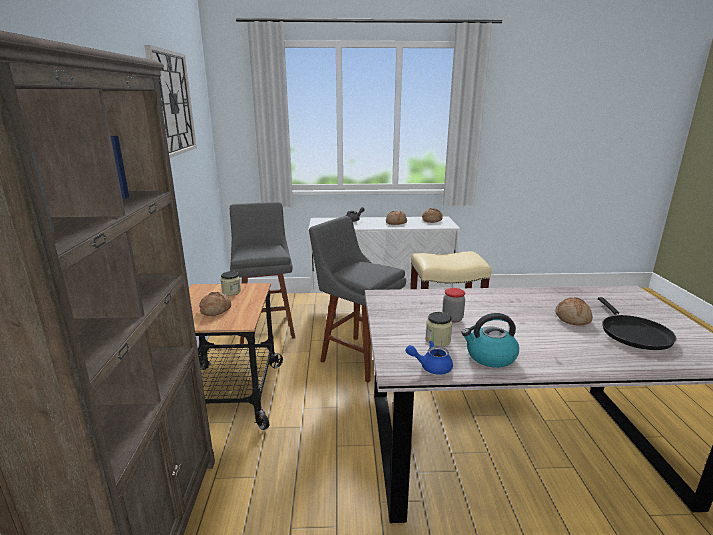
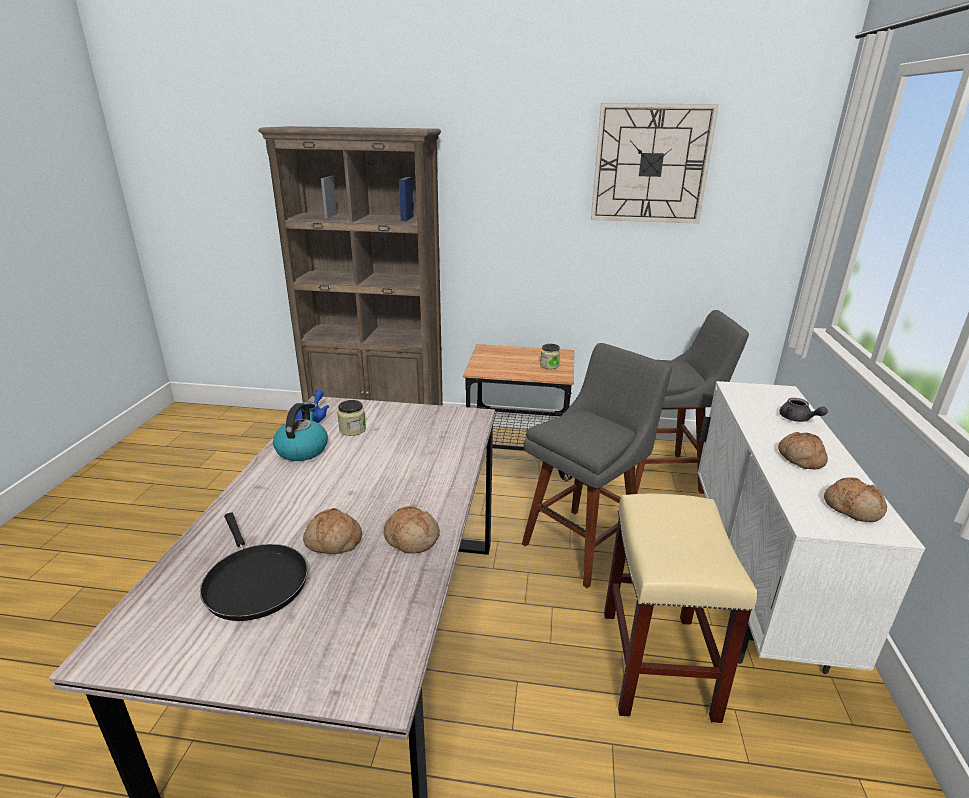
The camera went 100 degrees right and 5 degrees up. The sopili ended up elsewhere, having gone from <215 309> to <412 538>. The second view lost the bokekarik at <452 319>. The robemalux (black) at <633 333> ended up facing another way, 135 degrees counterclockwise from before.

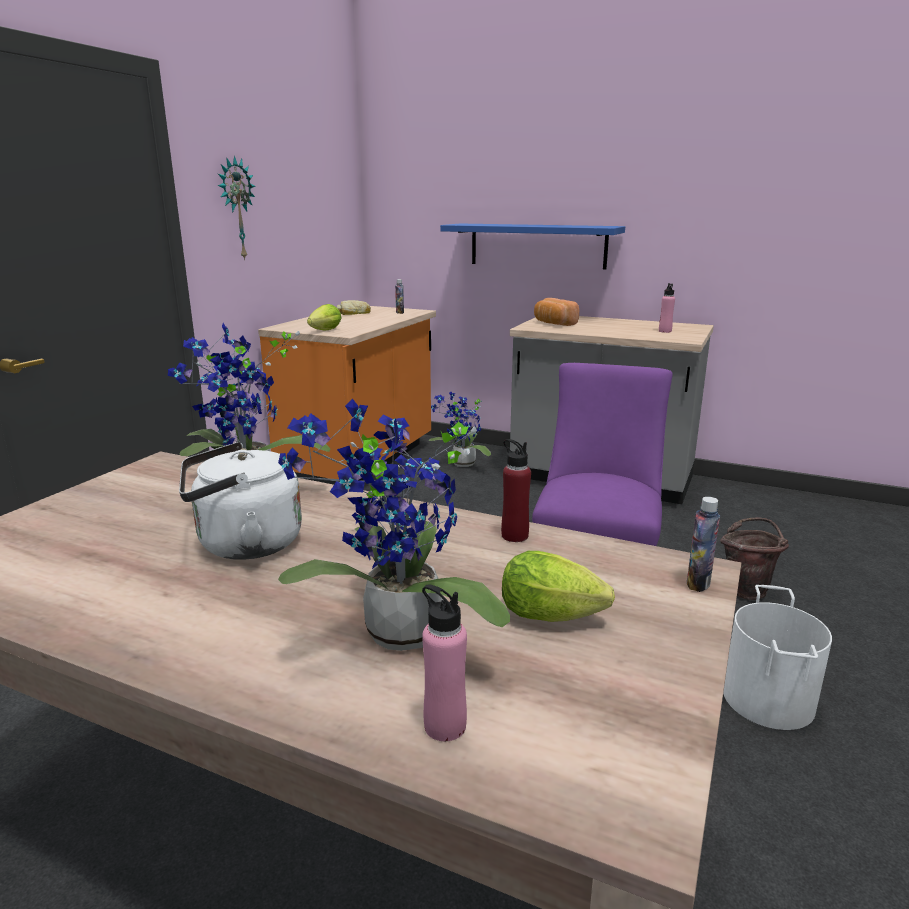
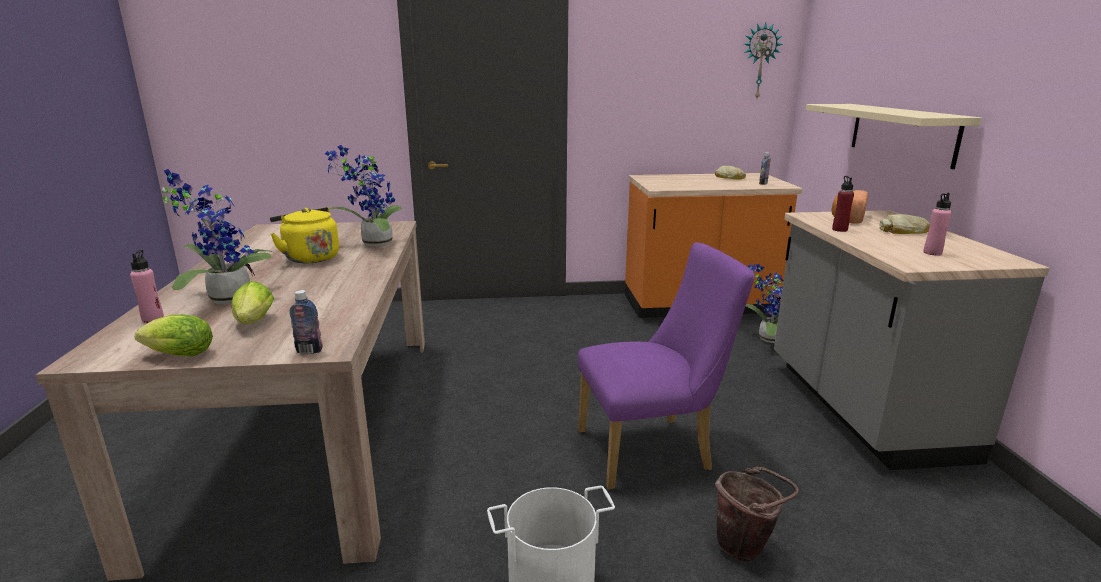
The camera went 60 degrees right and 0 degrees up. What was the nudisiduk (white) at <243 545> turned into the nudisiduk (yellow) at <310 258>. The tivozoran ended up elsewhere, having gone from <236 209> to <759 61>. The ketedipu ended up elsewhere, having gone from <323 331> to <176 355>. What was the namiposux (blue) at <537 245> turned into the namiposux (beige) at <902 133>. The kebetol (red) ended up elsewhere, having gone from <514 535> to <839 229>. The second view gained the sopili at <903 231>.

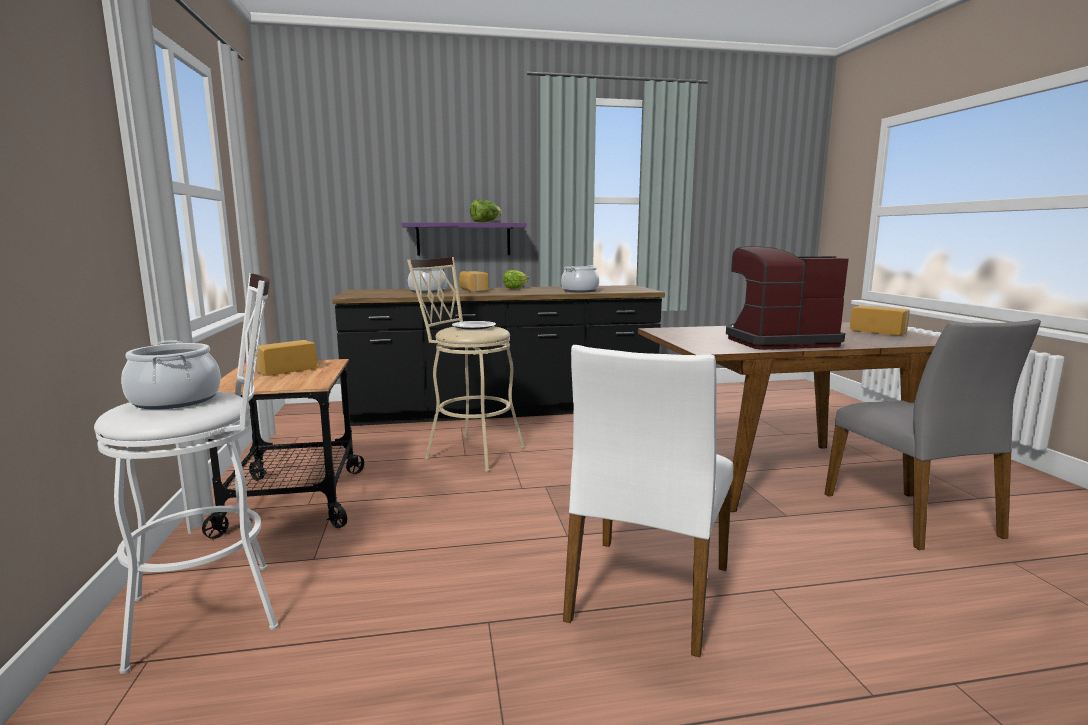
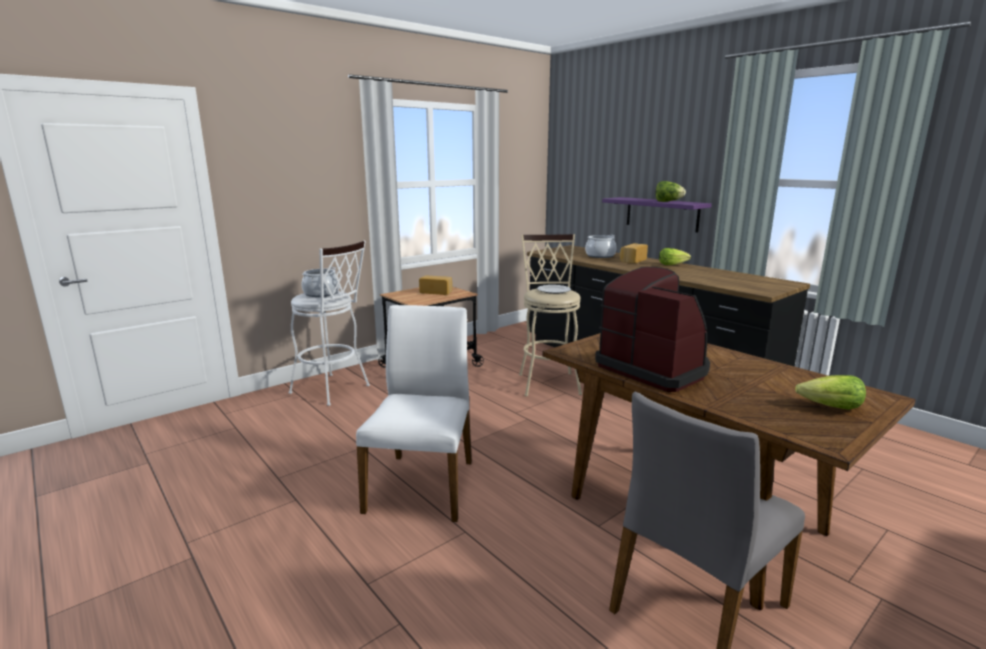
The camera went 60 degrees right and 5 degrees up. The second view lost the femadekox at <579 291>. The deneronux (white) at <647 593> ended up facing another way, 105 degrees clockwise from before. Where the sopili stood at <878 331>, the ketedipu came to stand at <830 407>.

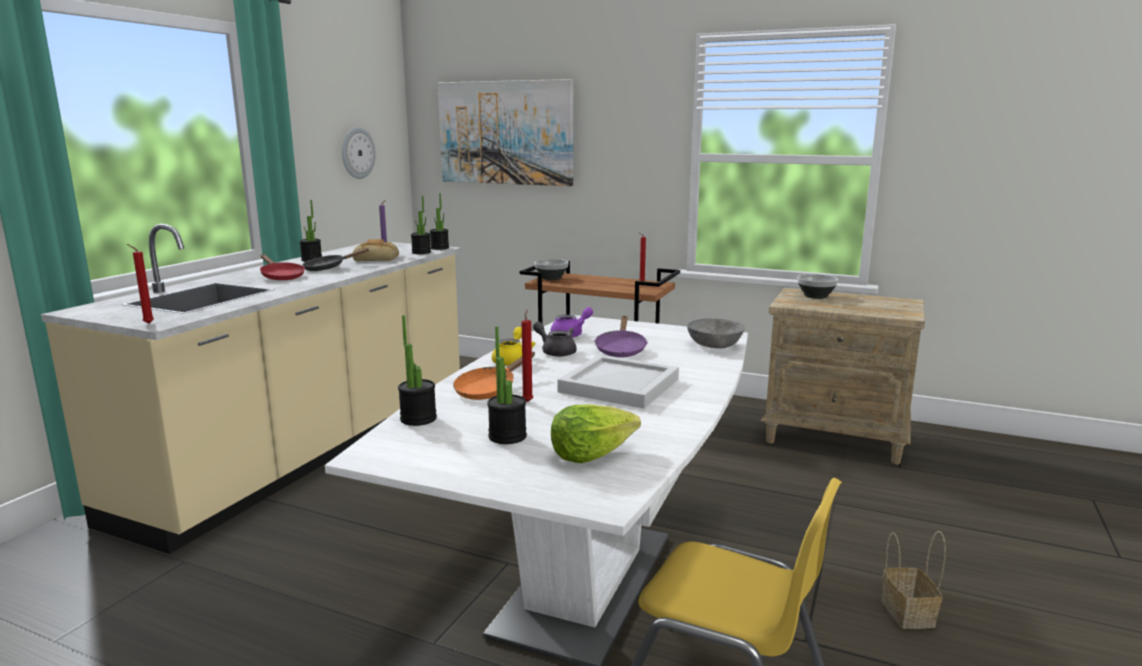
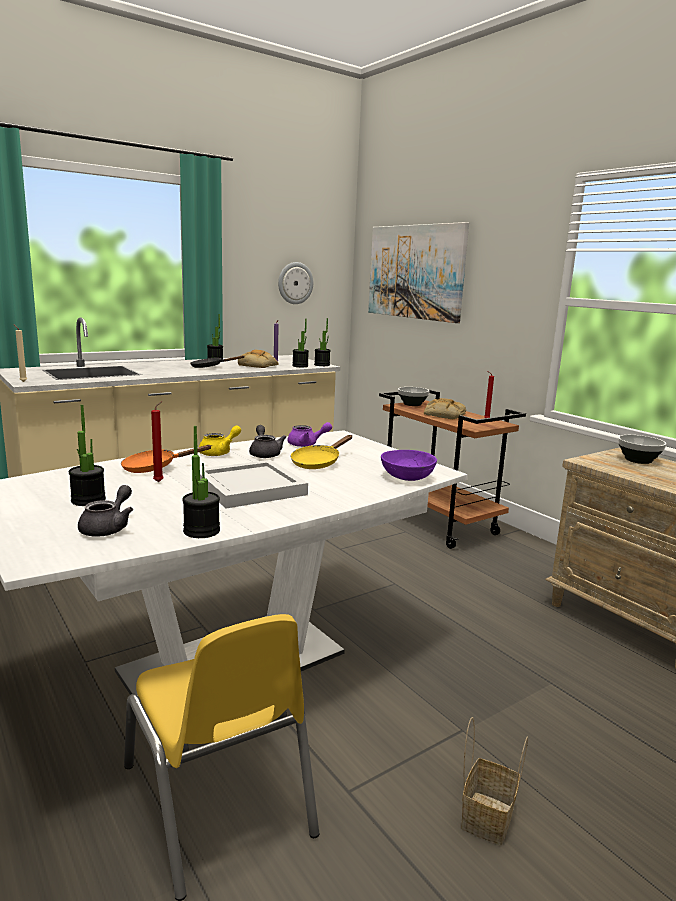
The camera went 30 degrees right and 0 degrees up. What was the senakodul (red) at <147 323> turned into the senakodul (beige) at <22 382>. The second view lost the robemalux (red) at <281 276>. The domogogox ended up elsewhere, having gone from <418 419> to <201 531>. Where the ketedipu stood at <591 454>, the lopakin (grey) came to stand at <108 528>. What was the robemalux (purple) at <620 349> turned into the robemalux (yellow) at <318 463>. What was the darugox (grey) at <714 345> turned into the darugox (purple) at <407 476>. The second view gained the sopili at <443 415>.

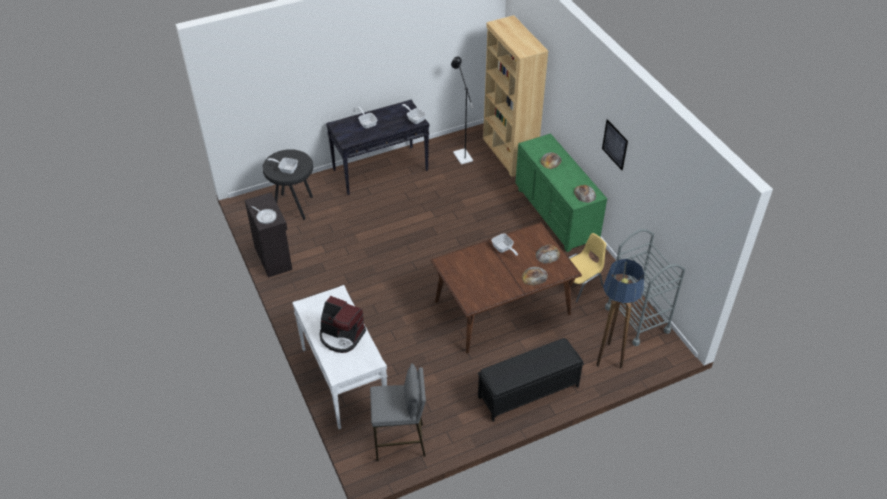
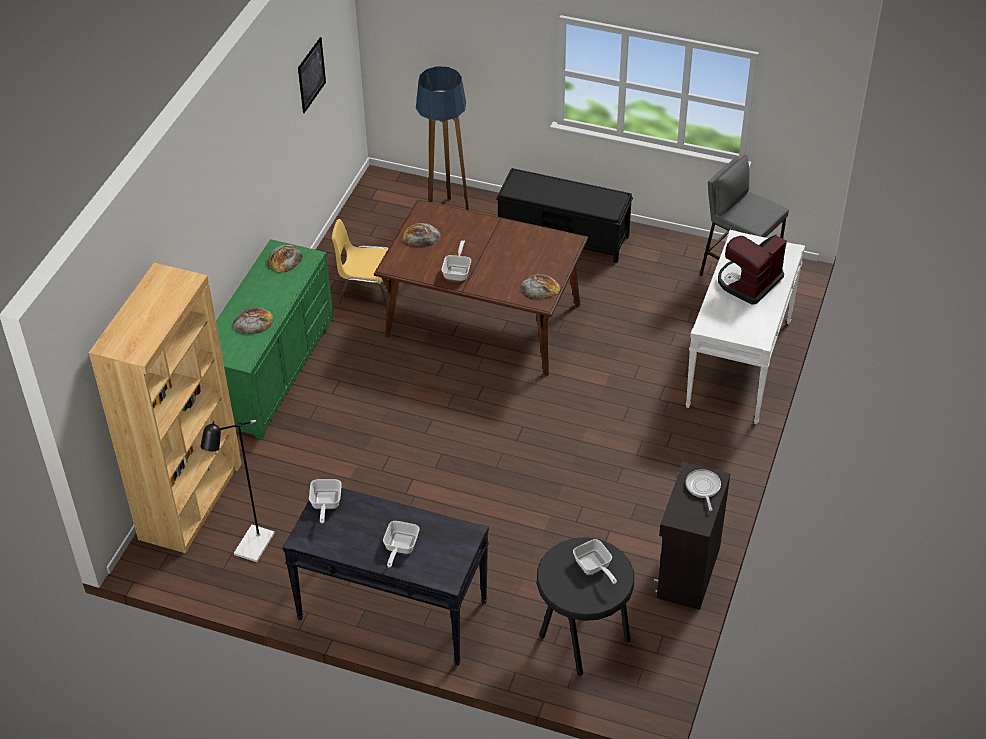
The camera went 135 degrees left and 0 degrees up. The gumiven at <341 336> ended up facing another way, 120 degrees counterclockwise from before. The sopili ended up elsewhere, having gone from <534 276> to <540 287>. The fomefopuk ended up elsewhere, having gone from <615 144> to <311 75>. The second view lost the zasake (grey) at <637 319>.

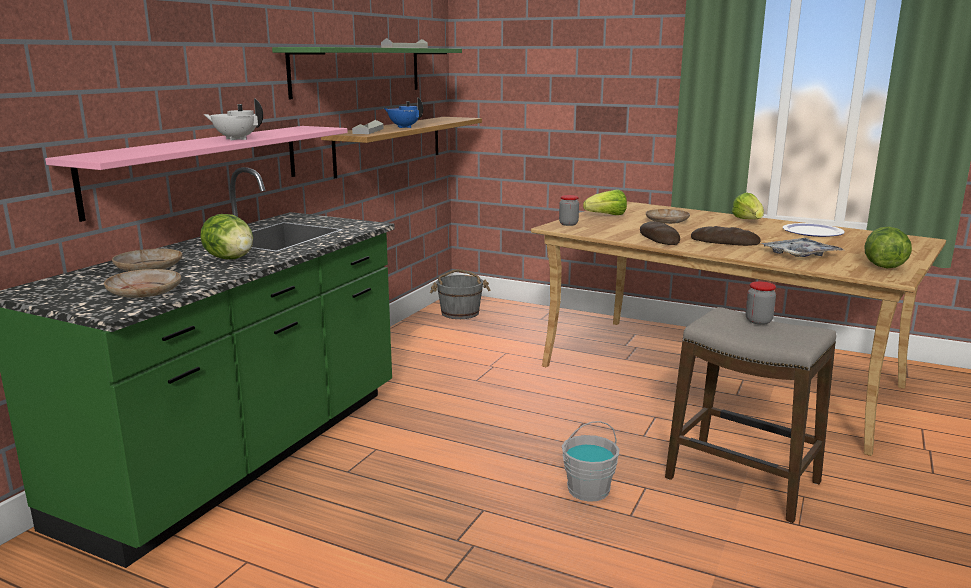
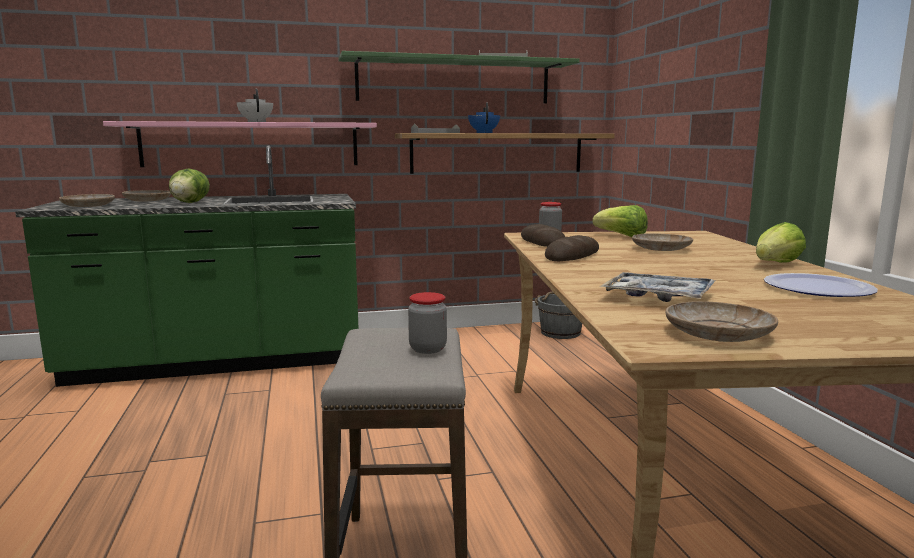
The camera went 50 degrees right and 5 degrees down. The second view lost the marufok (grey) at <588 489>. The sopili ended up elsewhere, having gone from <724 242> to <542 242>. Where the ketedipu stood at <883 266>, the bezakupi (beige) came to stand at <717 334>.

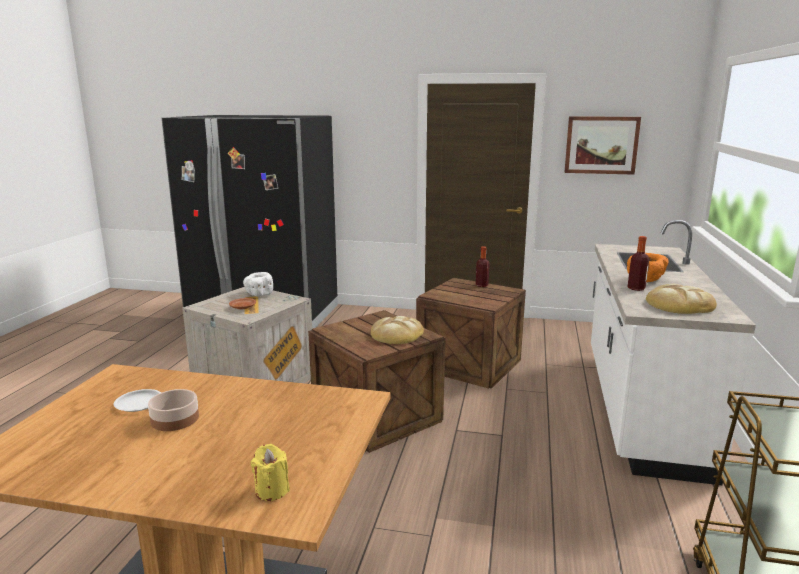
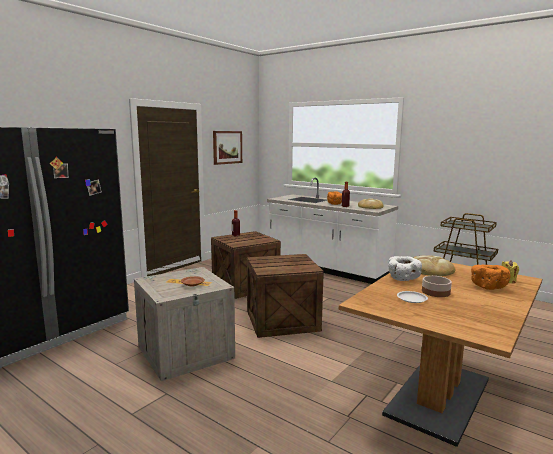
The camera went 65 degrees left and 5 degrees down. The darugox (white) ended up elsewhere, having gone from <259 294> to <402 279>. The sopili ended up elsewhere, having gone from <397 334> to <431 269>. The second view gained the darugox (orange) at <488 287>.

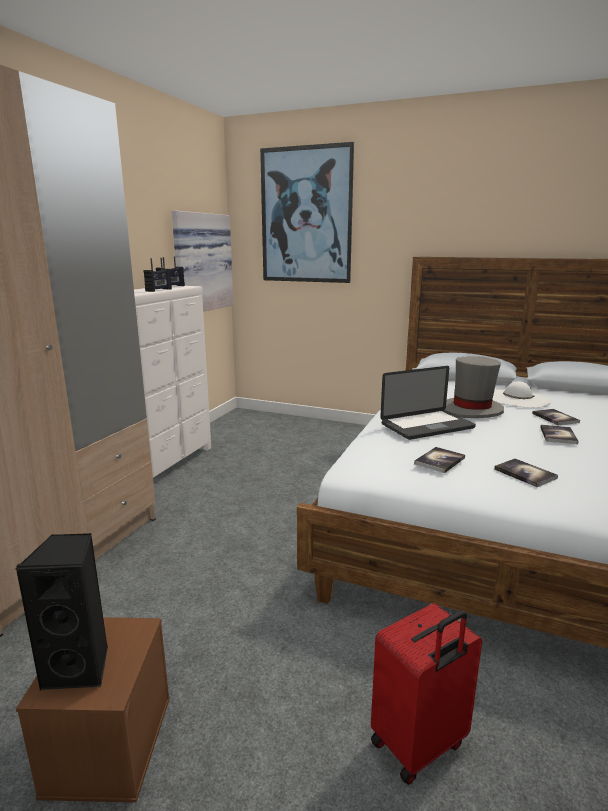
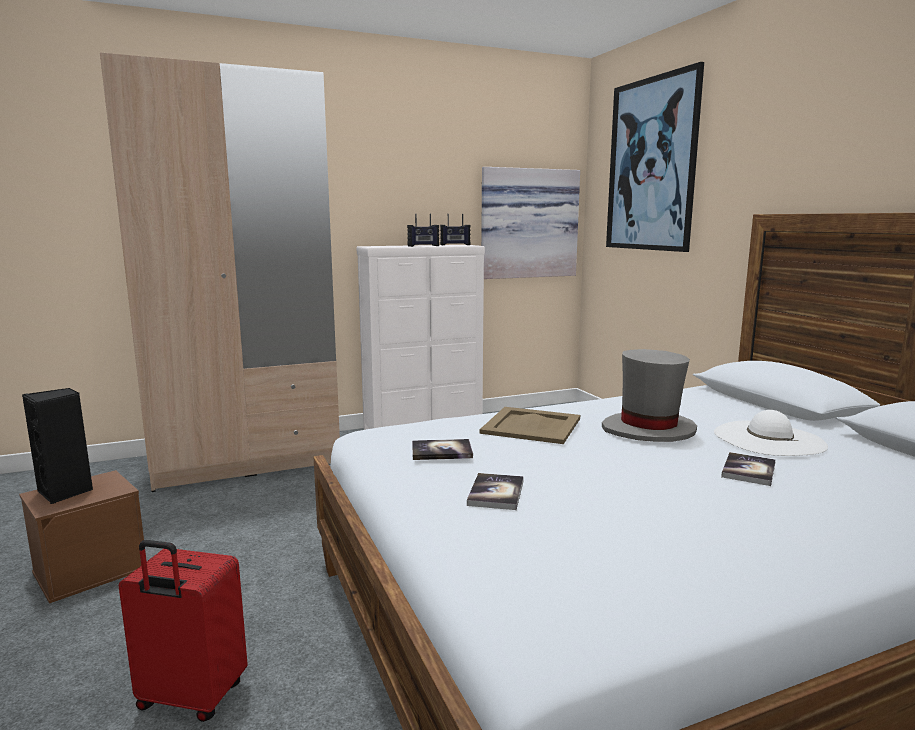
The camera went 45 degrees right and 5 degrees down. Where the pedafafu stood at <427 426>, the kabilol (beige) came to stand at <532 425>. The second view lost the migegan at <558 435>.

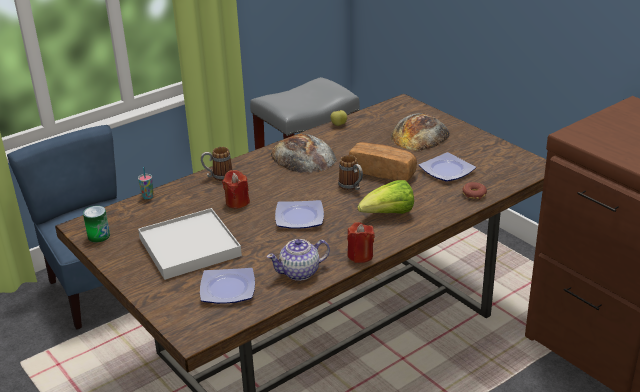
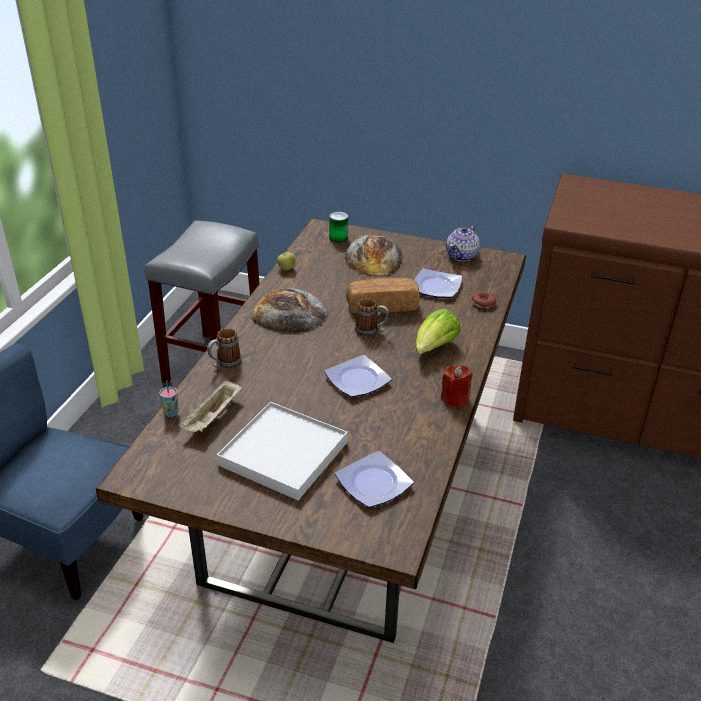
The camera went 35 degrees left and 5 degrees up. The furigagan ended up elsewhere, having gone from <99 236> to <338 238>. The second view lost the senakodul (red) at <237 202>. The lopakin ended up elsewhere, having gone from <300 272> to <462 256>. The second view gained the kabilol (beige) at <213 417>.

